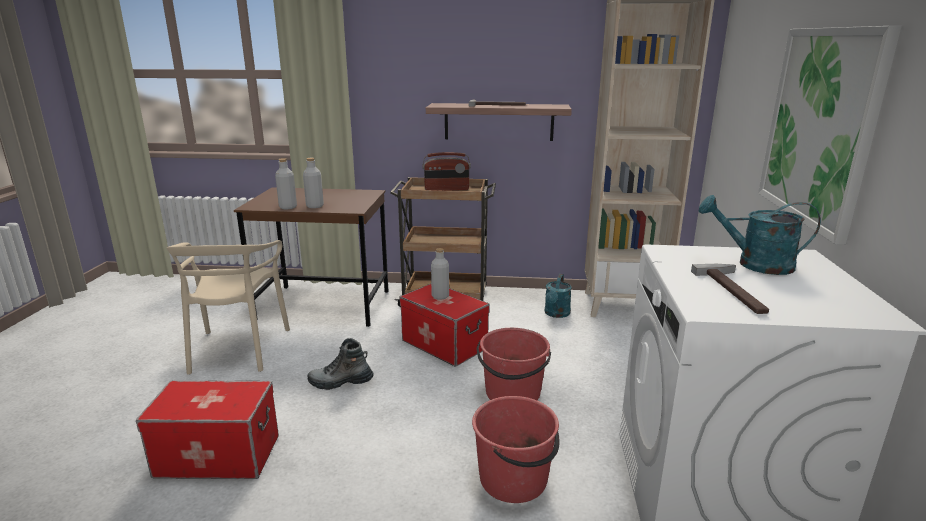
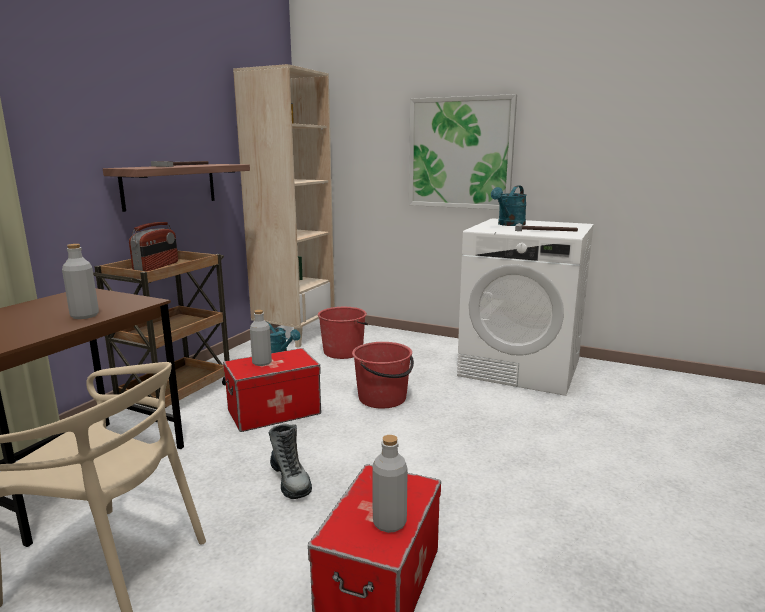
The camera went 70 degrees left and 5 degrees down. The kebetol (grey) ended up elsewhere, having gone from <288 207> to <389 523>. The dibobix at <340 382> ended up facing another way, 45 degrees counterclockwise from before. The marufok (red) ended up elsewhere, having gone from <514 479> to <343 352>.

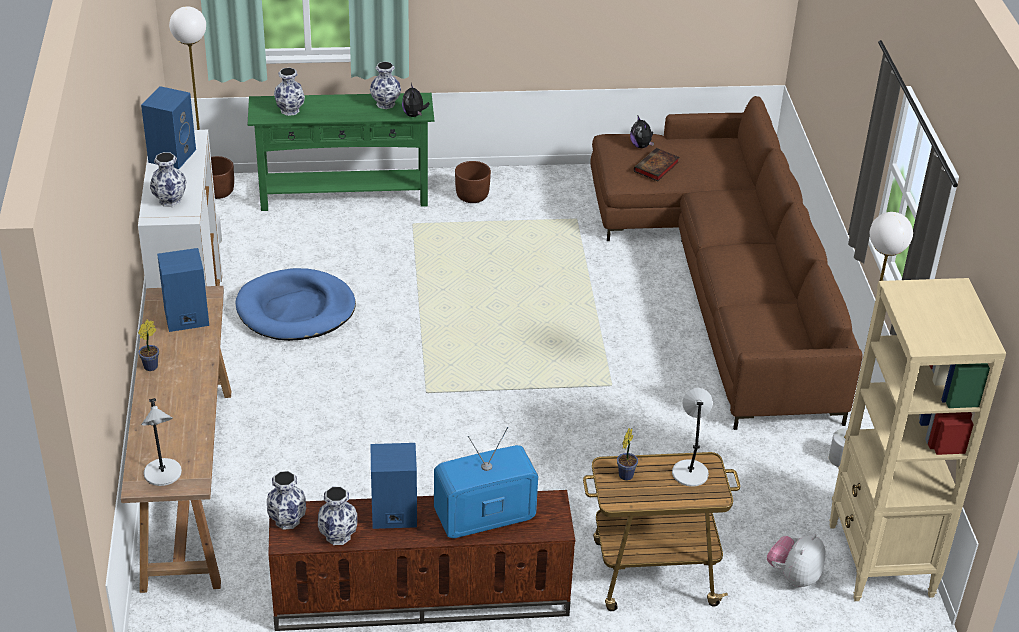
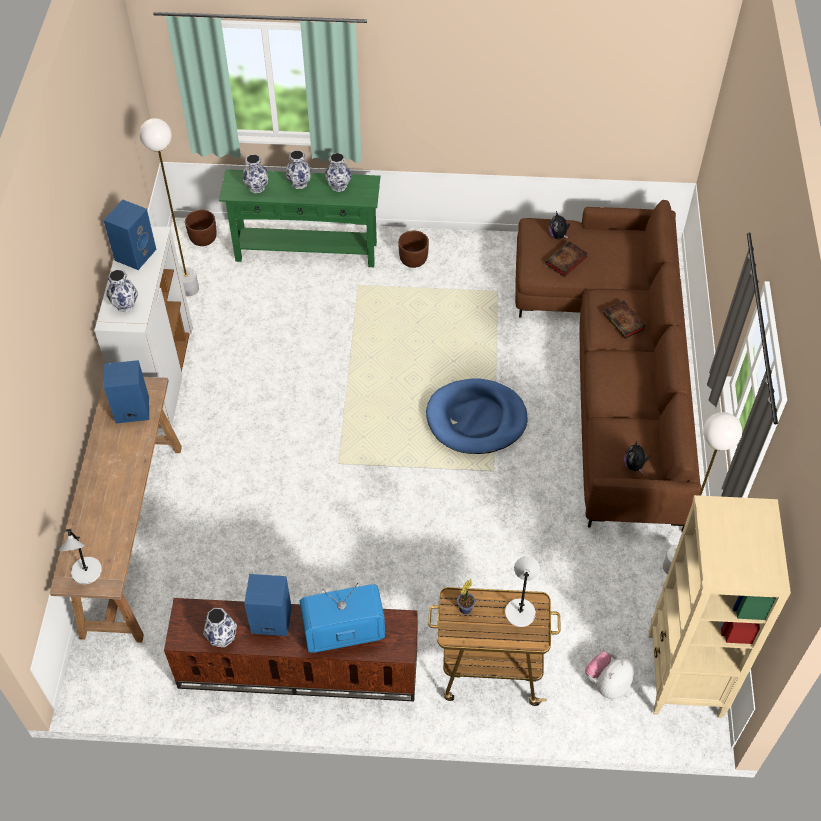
The camera went 10 degrees right and 15 degrees up. The second view lost the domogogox at <152 365>. The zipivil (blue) ended up elsewhere, having gone from <296 310> to <476 419>. The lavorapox ended up elsewhere, having gone from <287 521> to <299 183>. The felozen ended up elsewhere, having gone from <414 115> to <634 465>. The second view gained the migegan at <624 322>.

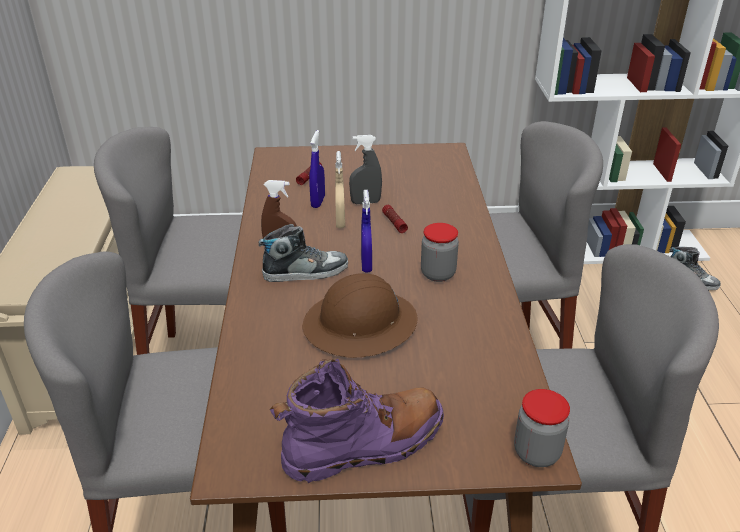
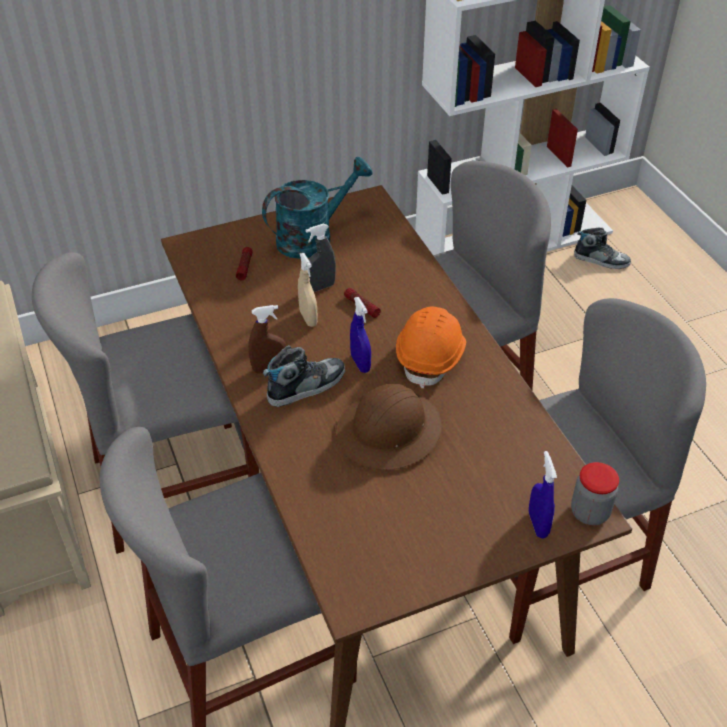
The camera went 20 degrees left and 10 degrees up. The second view lost the dibobix (purple) at <364 445>. The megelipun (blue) ended up elsewhere, having gone from <318 202> to <538 524>. Where the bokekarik stood at <438 274>, the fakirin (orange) came to stand at <431 357>. The second view gained the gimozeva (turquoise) at <313 237>.

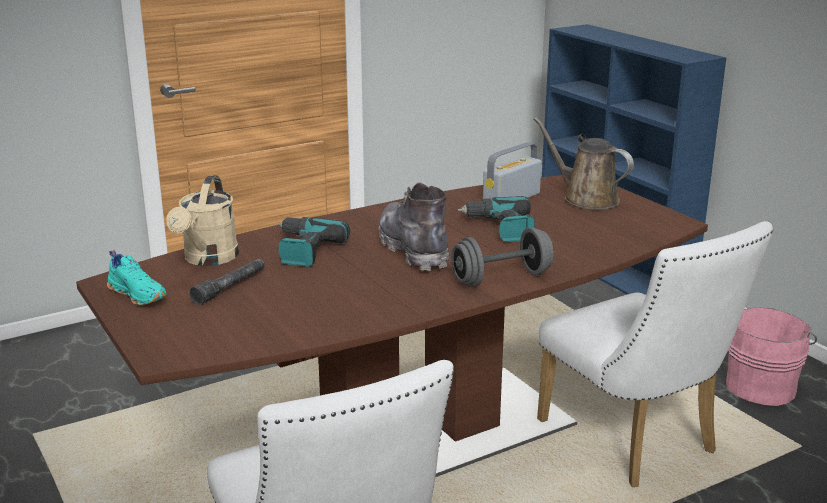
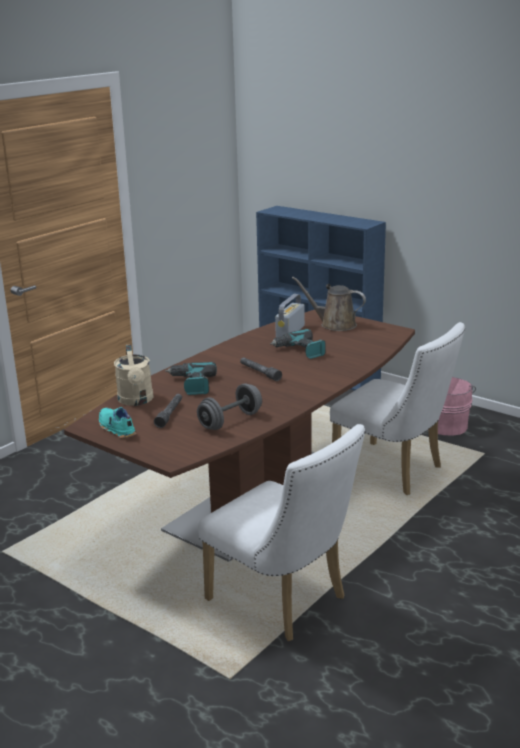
The camera went 20 degrees left and 0 degrees up. The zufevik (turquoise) at <139 294> ended up facing another way, 150 degrees counterclockwise from before. Where the dibobix (grey) stood at <413 250>, the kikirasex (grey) came to stand at <259 373>. The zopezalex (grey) ended up elsewhere, having gone from <501 278> to <230 421>.

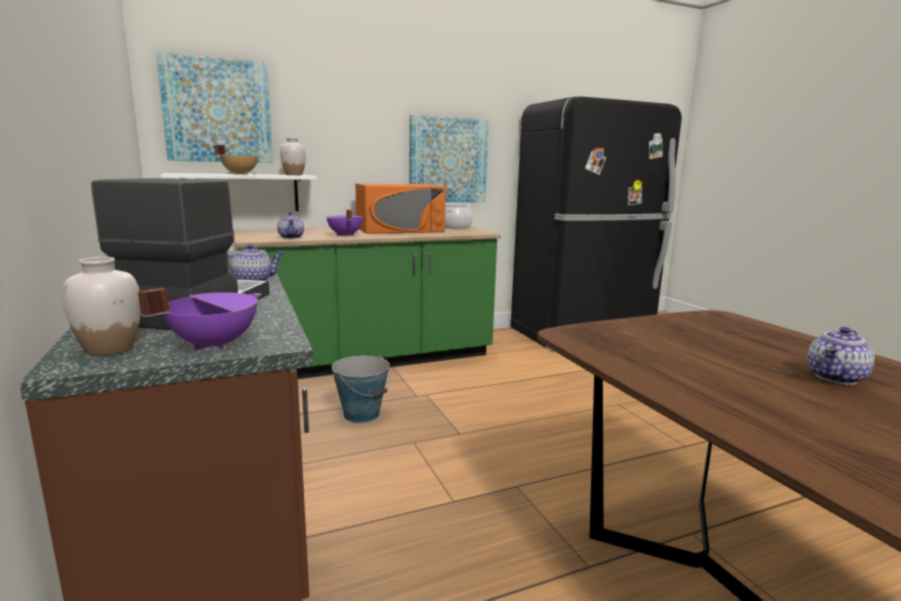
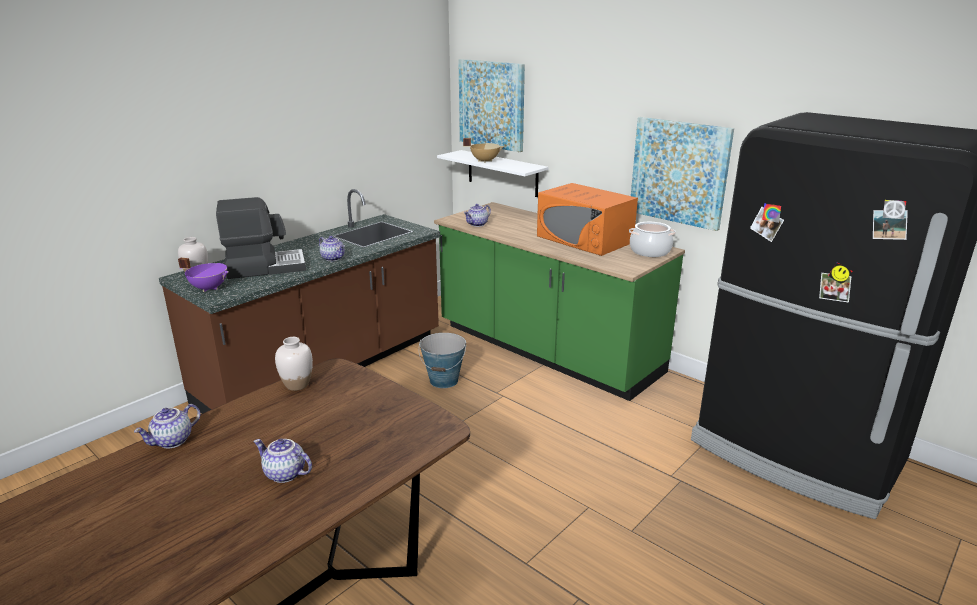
The camera went 65 degrees right and 10 degrees up. The lavorapox (white) ended up elsewhere, having gone from <293 175> to <297 385>. The second view lost the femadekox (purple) at <344 235>. The second view gained the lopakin at <172 441>.

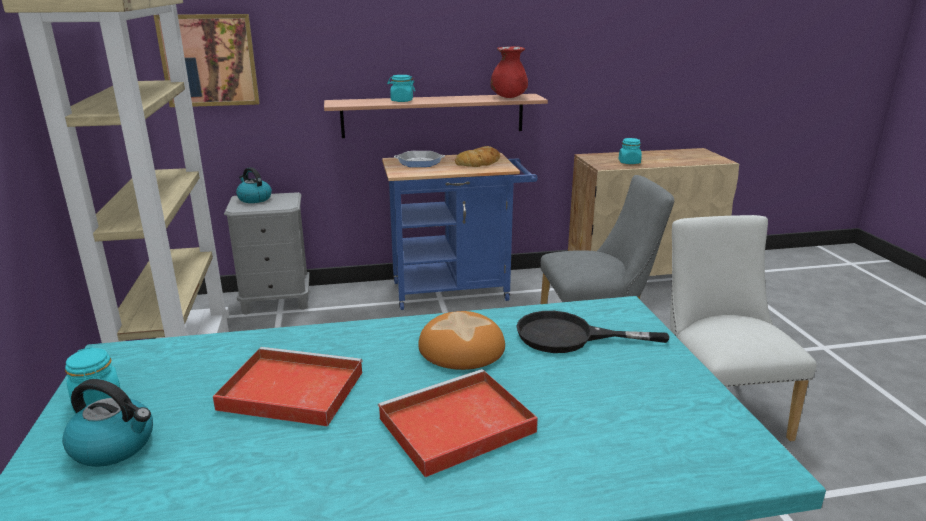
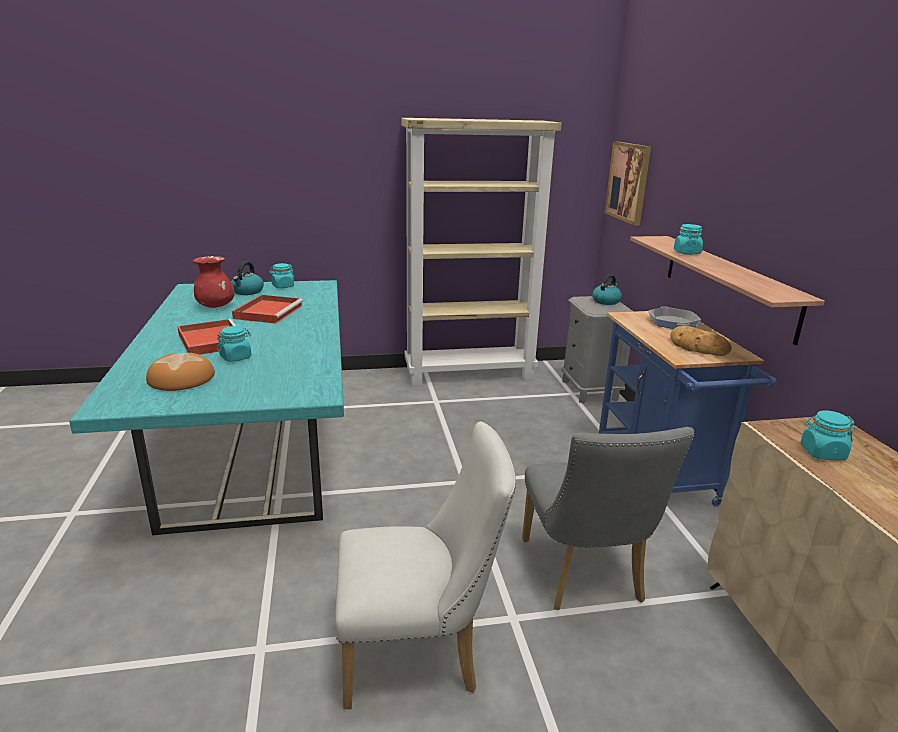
The camera went 90 degrees right and 0 degrees up. The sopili ended up elsewhere, having gone from <462 348> to <181 379>. The lavorapox (red) ended up elsewhere, having gone from <508 97> to <216 306>. The second view lost the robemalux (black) at <569 336>. The second view gained the bokekarik (turquoise) at <236 357>.

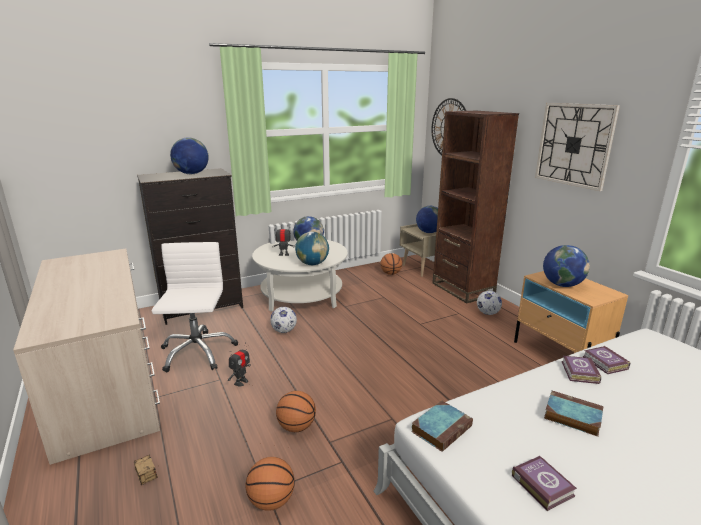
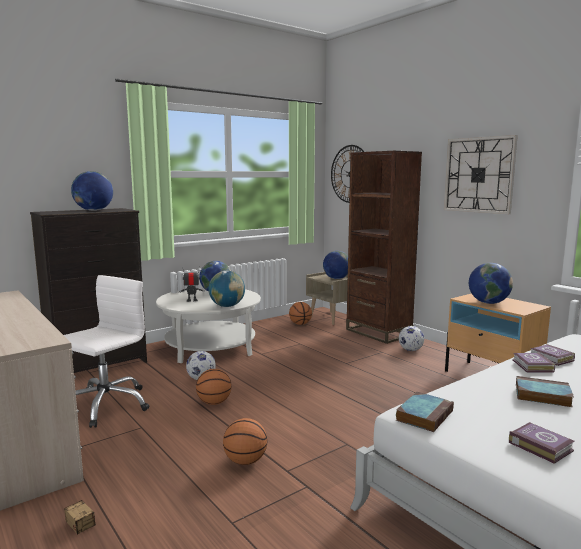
The camera went 10 degrees left and 10 degrees down. The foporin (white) at <197 352> ended up facing another way, 45 degrees clockwise from before. The second view lost the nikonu at <241 382>. The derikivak ended up elsewhere, having gone from <271 500> to <214 402>.

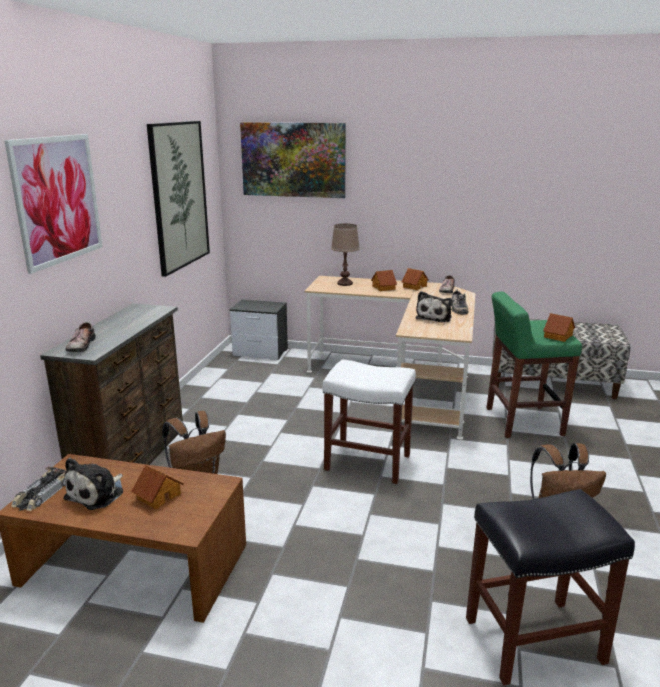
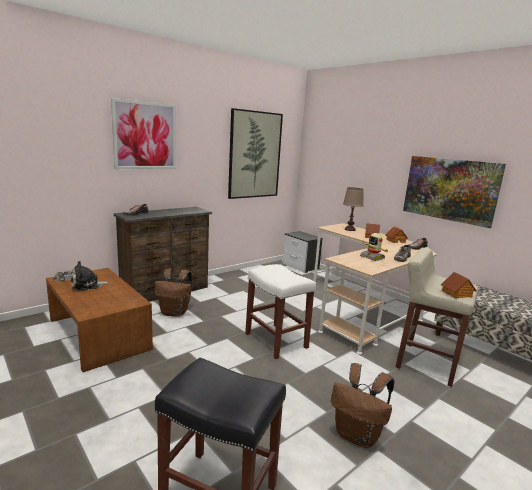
The camera went 35 degrees right and 5 degrees down. The second view lost the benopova at <158 496>. The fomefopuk ended up elsewhere, having gone from <293 160> to <450 189>. Where the felozen stood at <434 317>, the nikonu came to stand at <372 257>. What was the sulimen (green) at <522 421> turned into the sulimen (beige) at <426 363>.

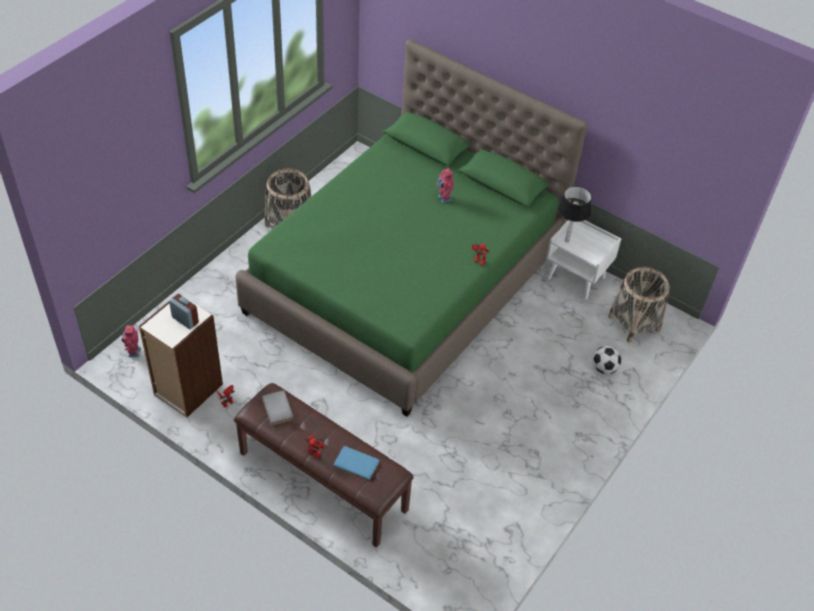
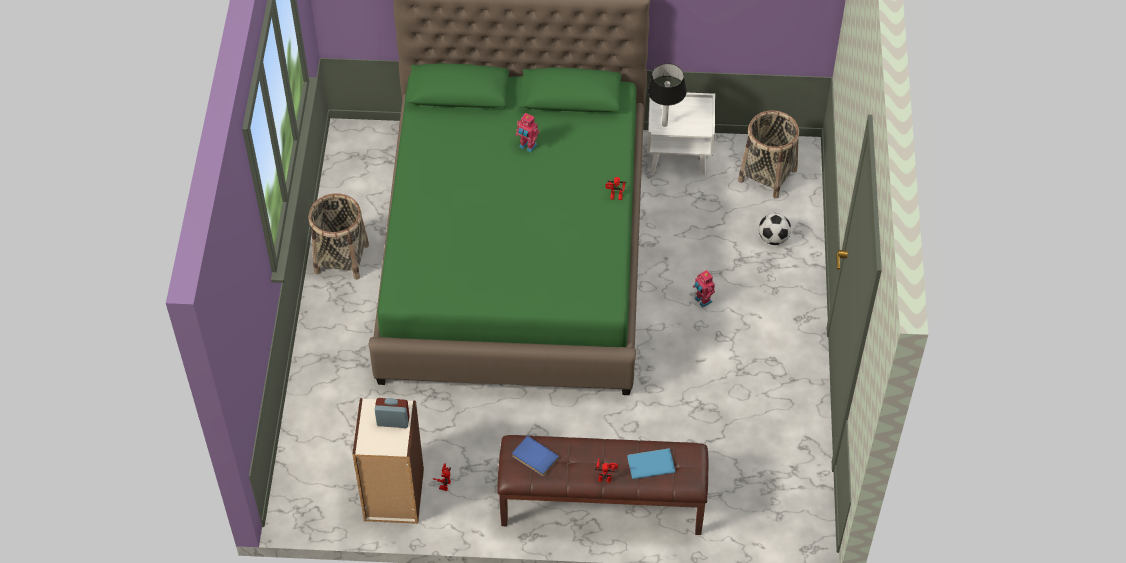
The camera went 30 degrees left and 5 degrees up. The nikonu ended up elsewhere, having gone from <133 352> to <702 300>. What was the migegan (grey) at <276 409> turned into the migegan (blue) at <534 458>.

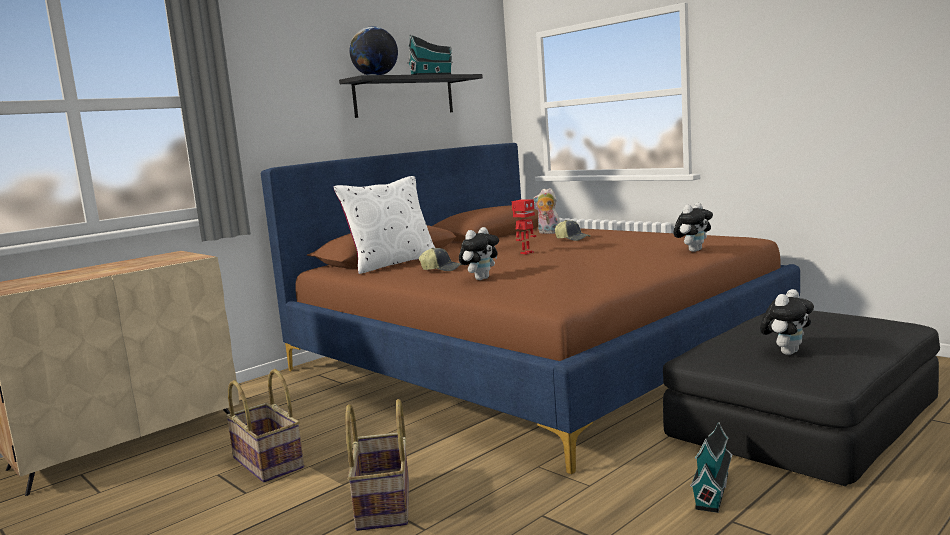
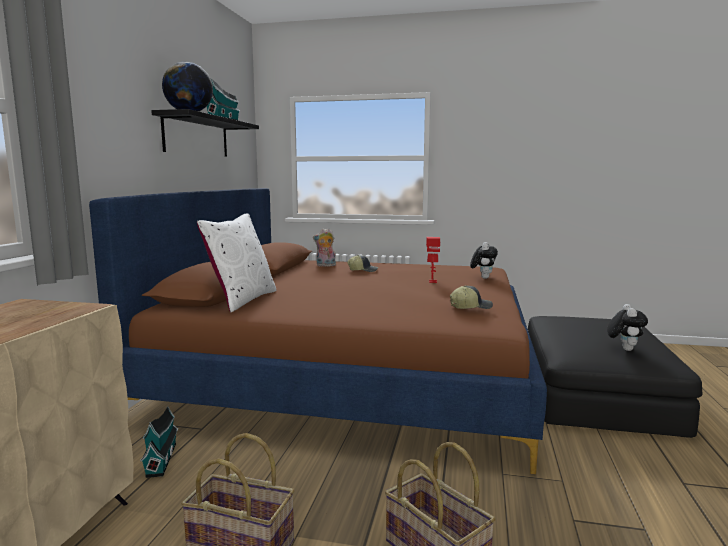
The camera went 35 degrees left and 0 degrees up. The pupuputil ended up elsewhere, having gone from <442 269> to <470 307>. The second view lost the felozen at <481 278>. The nikonu ended up elsewhere, having gone from <526 253> to <432 281>. The benopova ended up elsewhere, having gone from <713 490> to <162 458>.

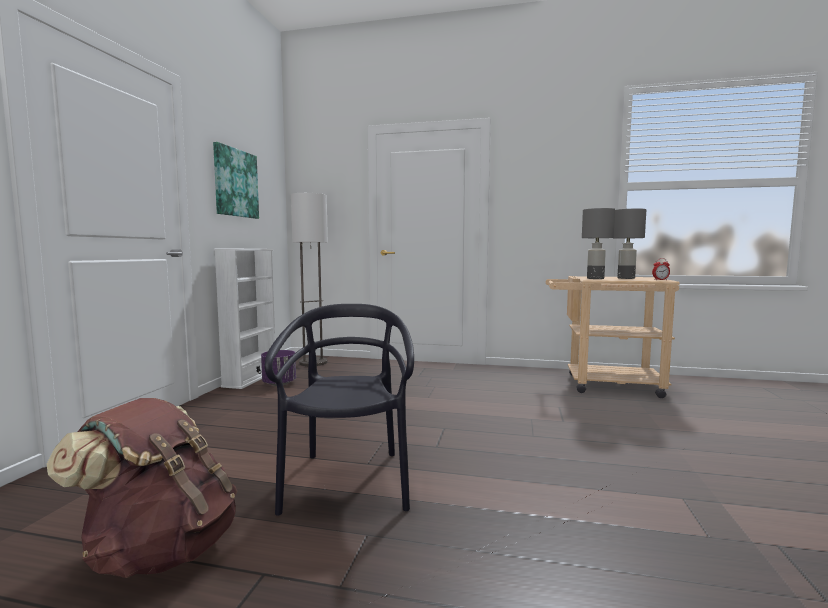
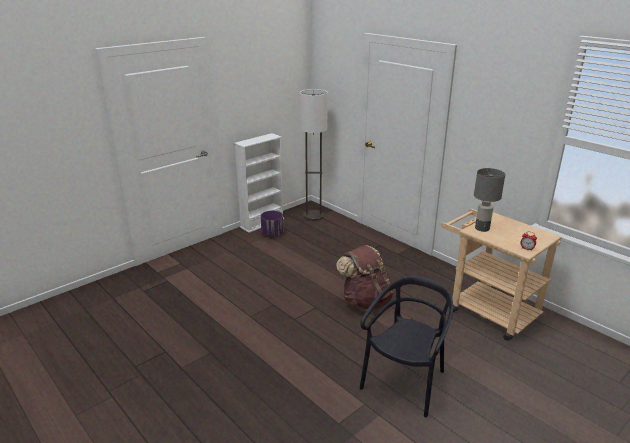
The camera went 35 degrees right and 20 degrees up. The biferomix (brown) ended up elsewhere, having gone from <161 550> to <365 300>. The second view lost the fomefopuk at <235 183>. The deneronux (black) ended up elsewhere, having gone from <348 482> to <405 382>. The second view lost the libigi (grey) at <626 278>.

